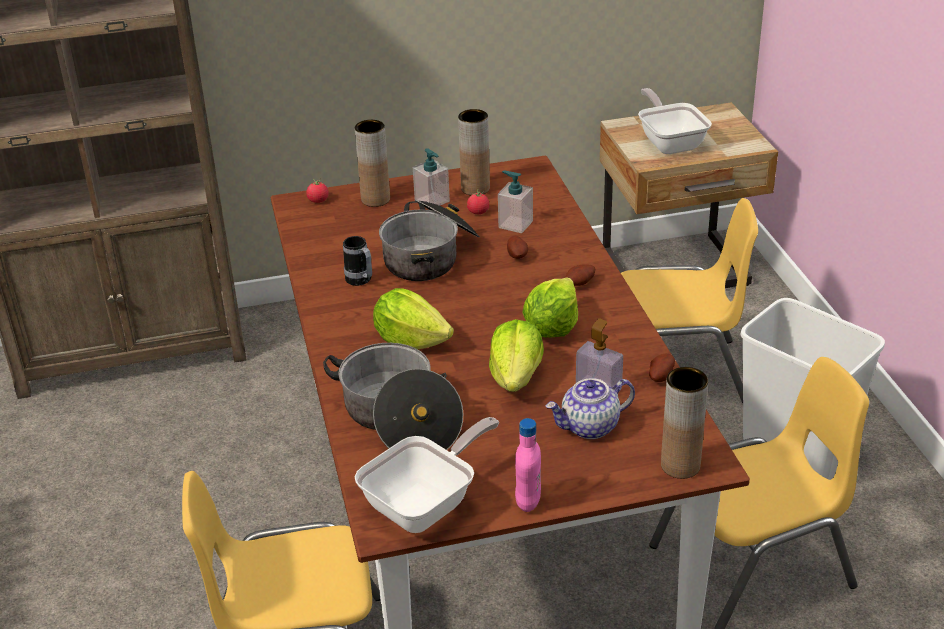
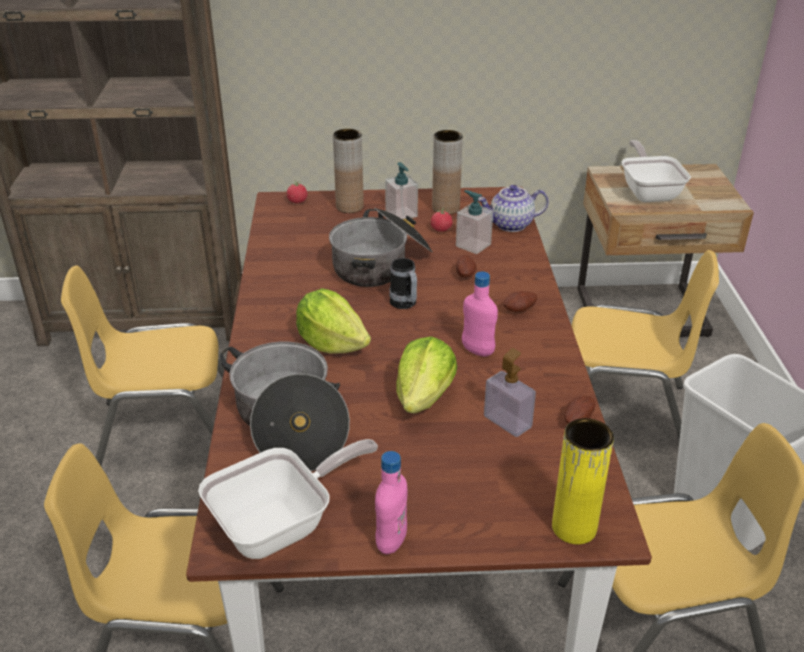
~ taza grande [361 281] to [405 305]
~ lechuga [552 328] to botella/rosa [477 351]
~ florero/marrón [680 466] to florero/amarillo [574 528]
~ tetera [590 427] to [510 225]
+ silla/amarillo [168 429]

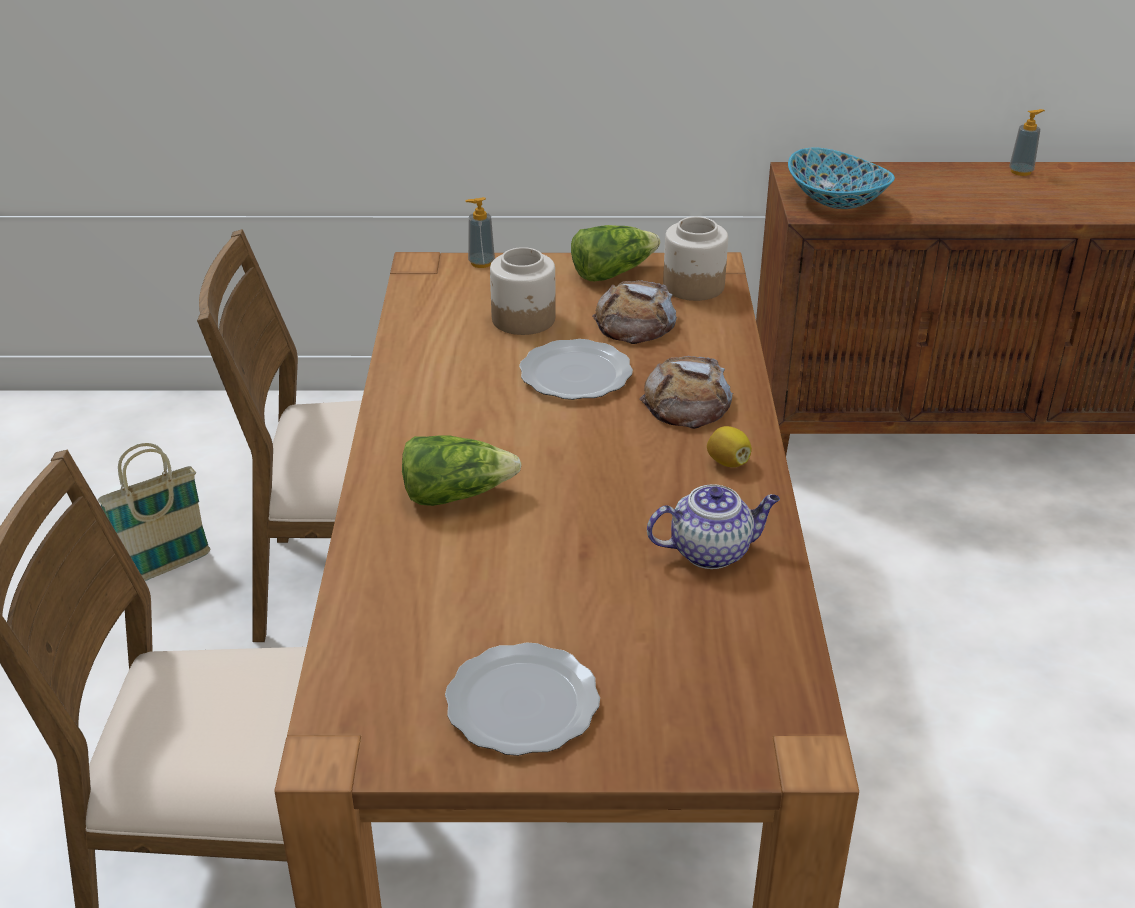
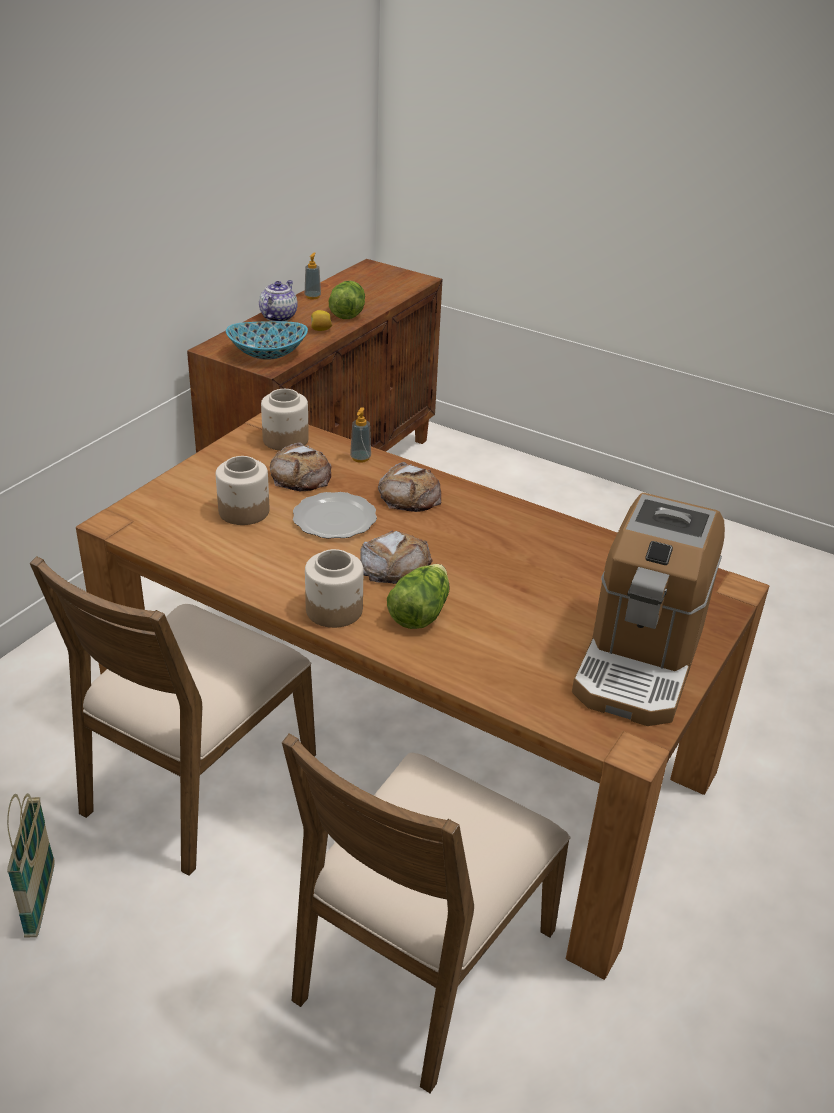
~ dispensador de jabón [481 263] to [360 458]
~ lechuga [612 272] to [347 312]
~ limón [728 462] to [320 330]
~ tetera [712 551] to [278 316]
~ plato [524 704] to cafetera [639 660]
+ pan [395 566]
+ tarro [335 610]

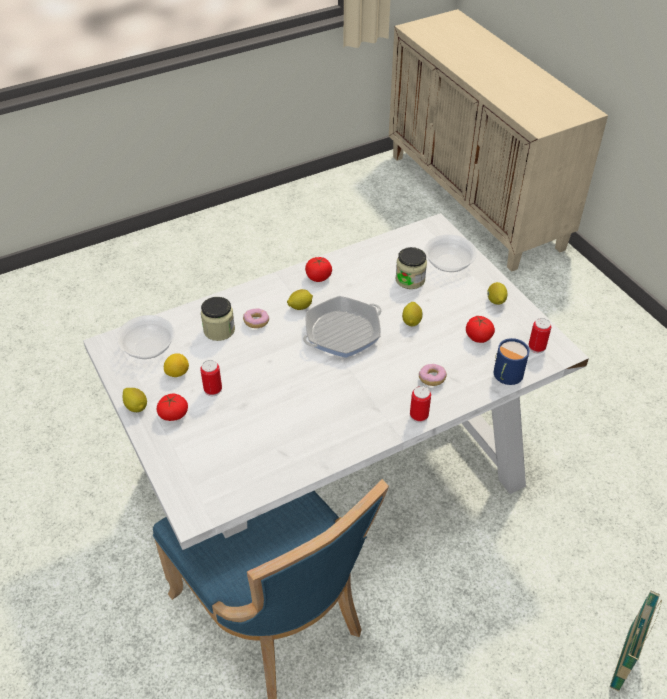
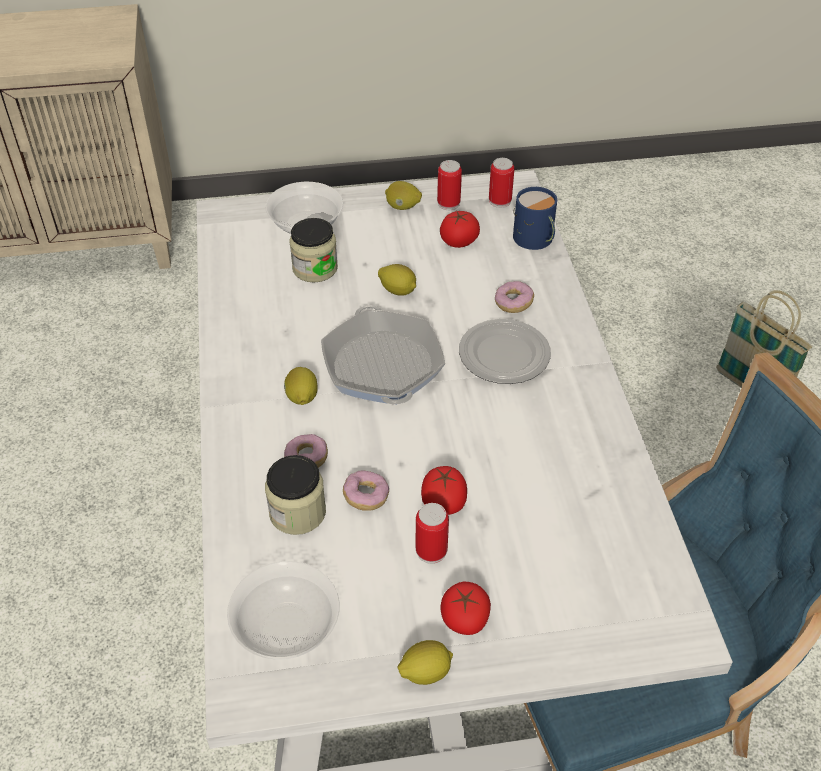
~ tomate [318 277] to [443 503]
- limón [177 373]
~ lata [419 415] to [448 203]
+ plato [504 354]
+ rosquilla [366 497]

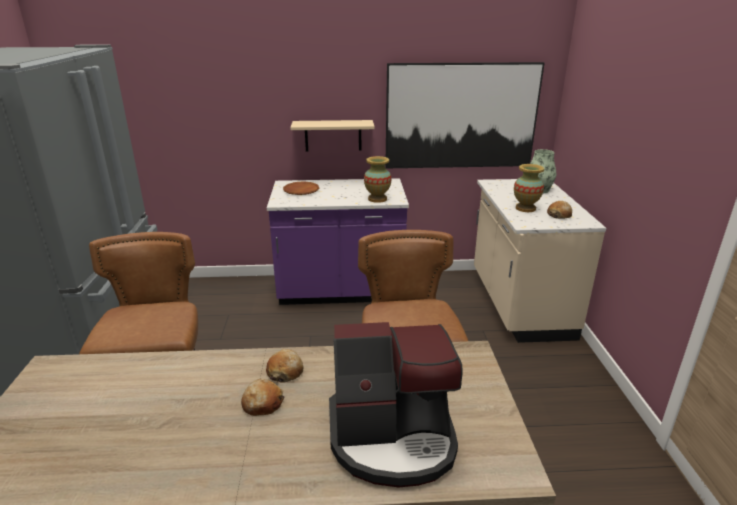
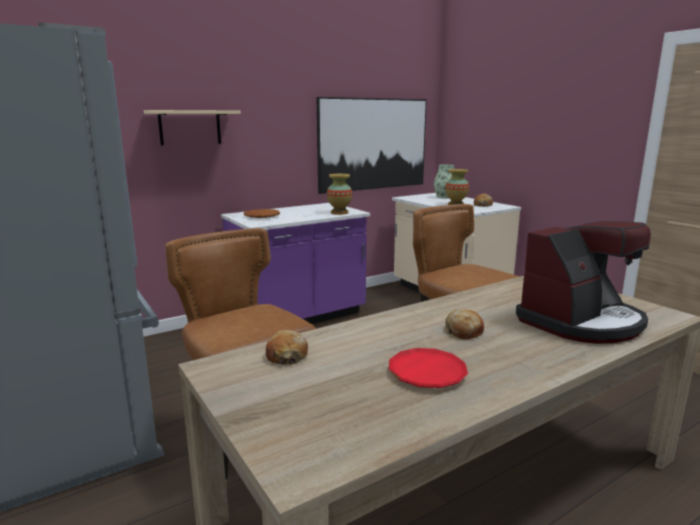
~ estante/beis [333 135] to [190 127]
~ pan [285 371] to [286 356]
+ plato/rojo [427 373]

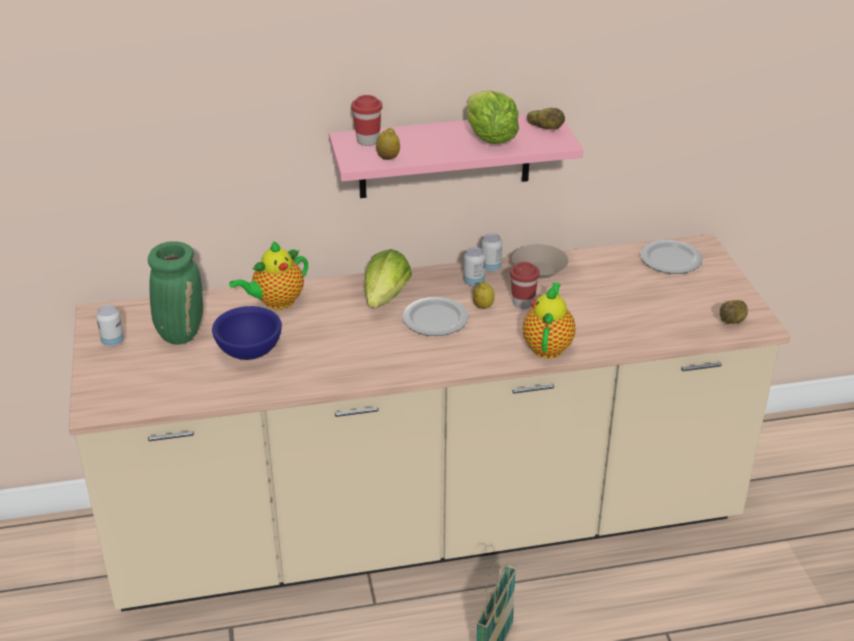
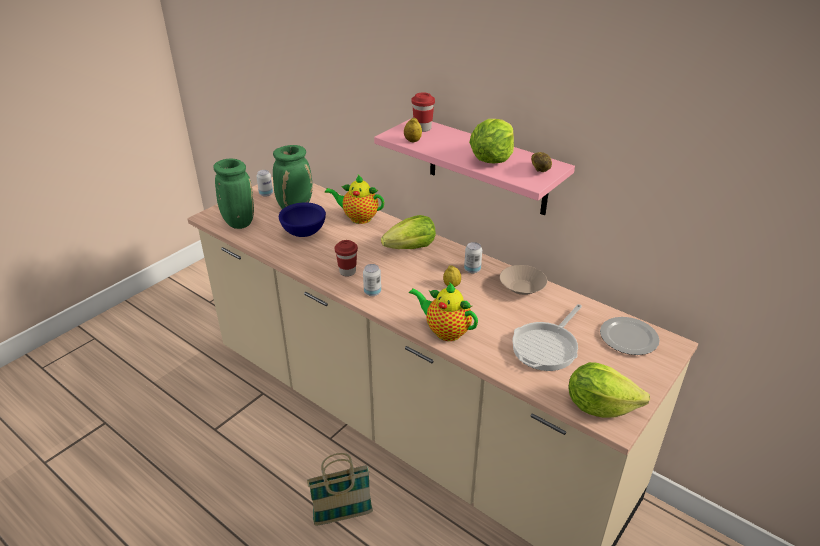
~ lata [490 268] to [372 292]
~ taza/rojo [523 303] to [347 272]
~ tetera [548 346] = [445 331] 120 degrees counterclockwise
- plato [435 320]
~ patata [733 321] to lechuga [599 406]
+ florero/verde [238 222]
+ sartén [547 347]

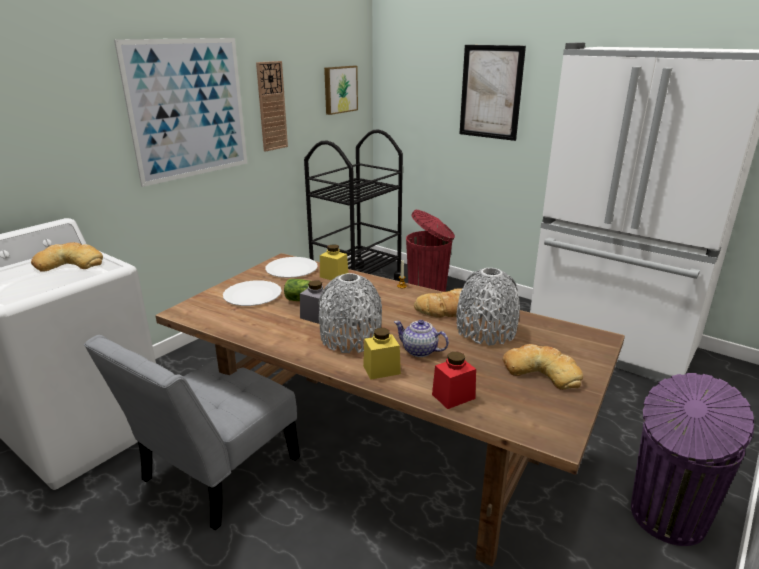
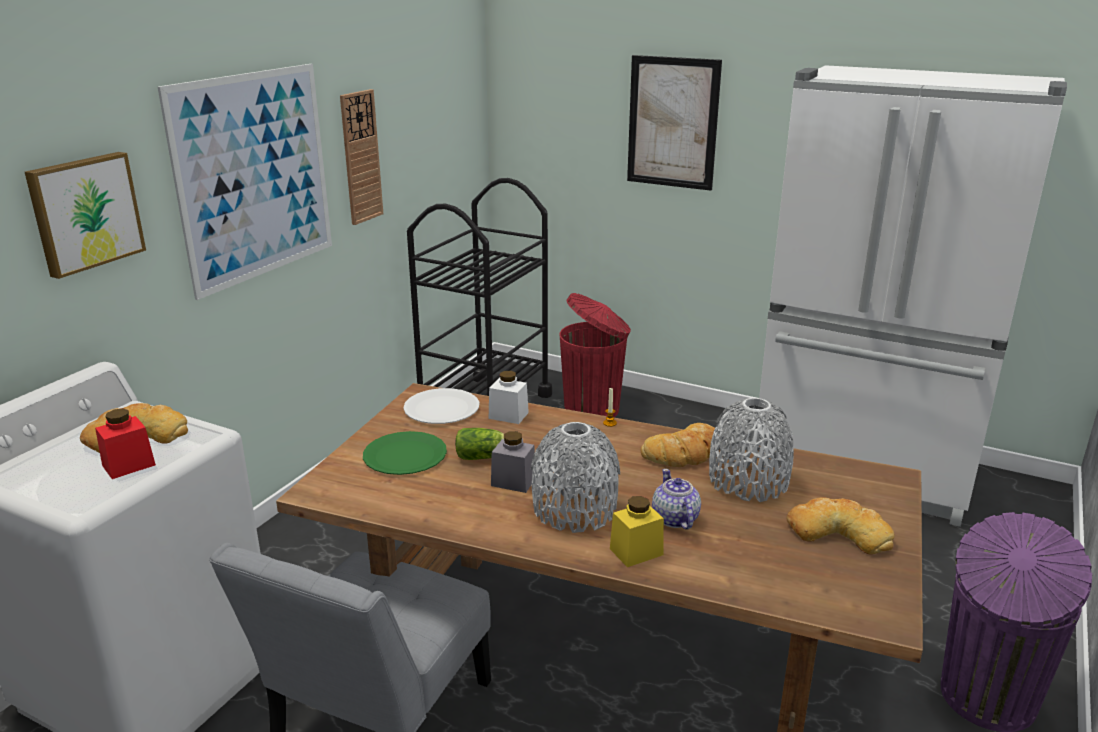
~ cuadro [339 89] to [85 212]
~ tarro/amarillo [334 276] to tarro/blanco [508 415]
~ plato/blanco [252 295] to plato/verde [405 455]
~ tetera [420 351] = [674 519] 60 degrees clockwise
~ tarro/rojo [453 396] to [129 465]

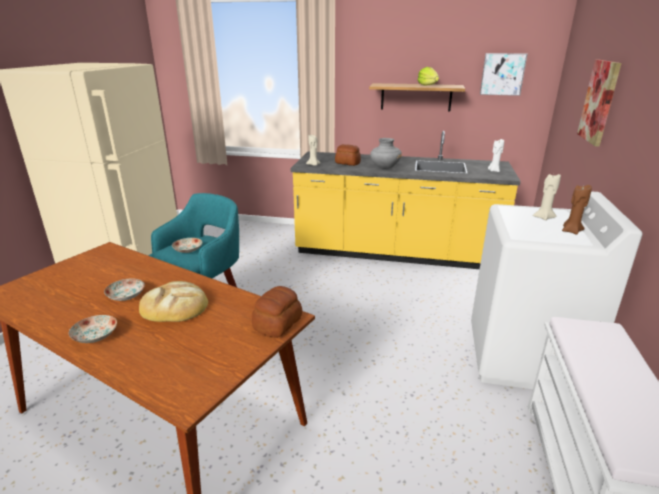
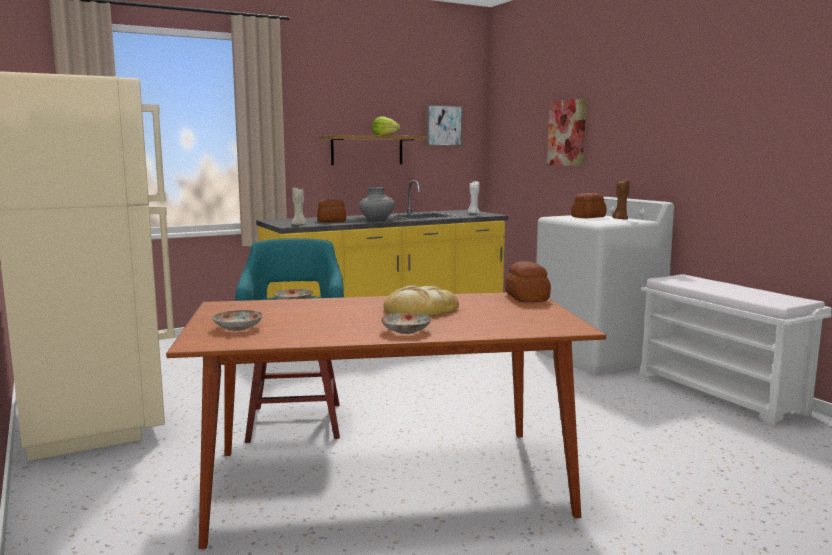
~ vela/beis [543 217] to pan [589 217]
~ plato [127 296] to [239 328]

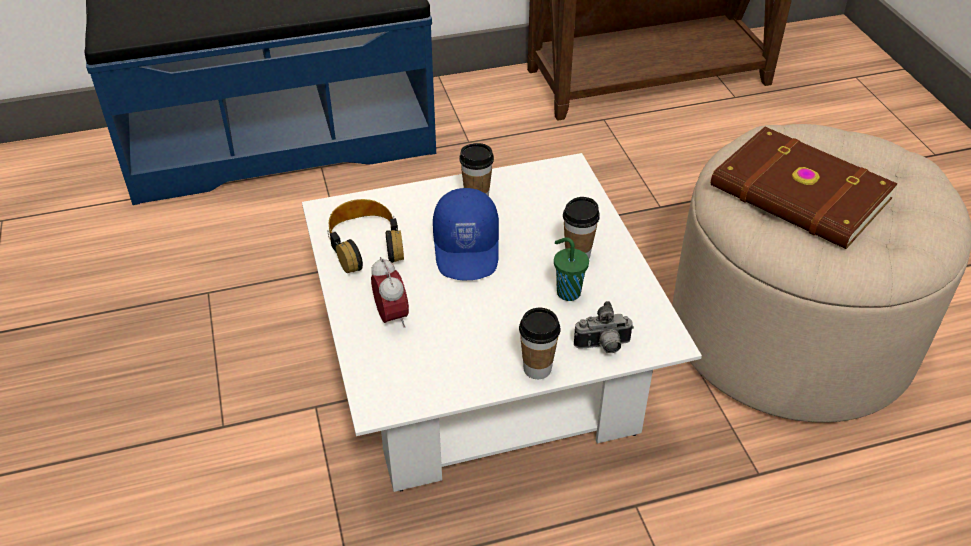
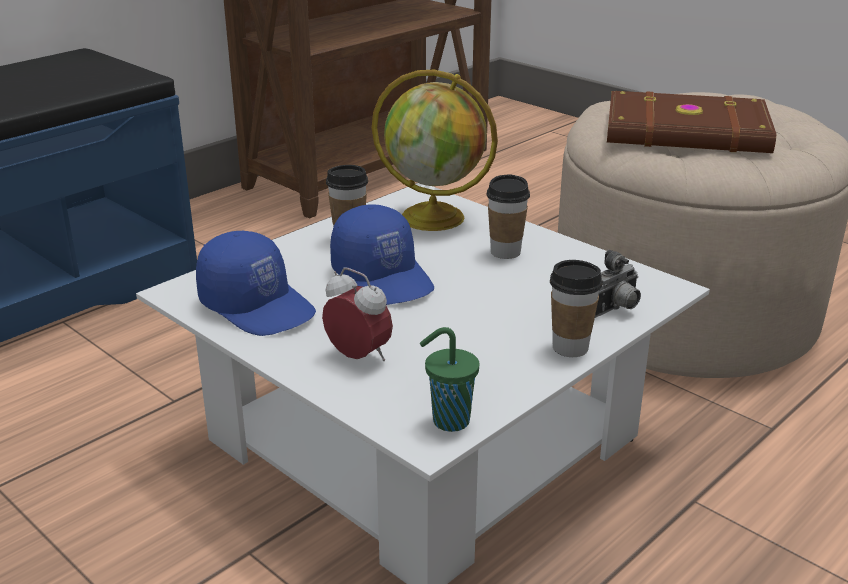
~ auriculares [365 244] to gorra/azul [258 306]
~ taza/verde [567 292] to [448 421]
+ globo terráqueo [435 217]

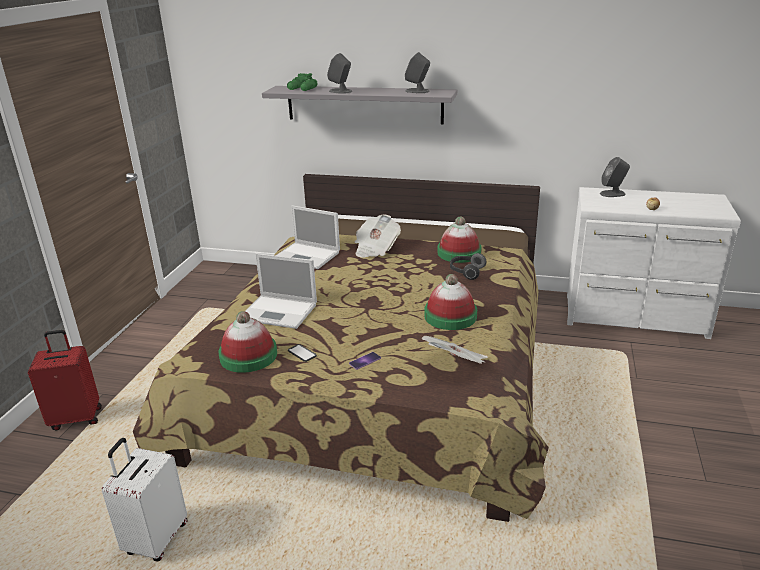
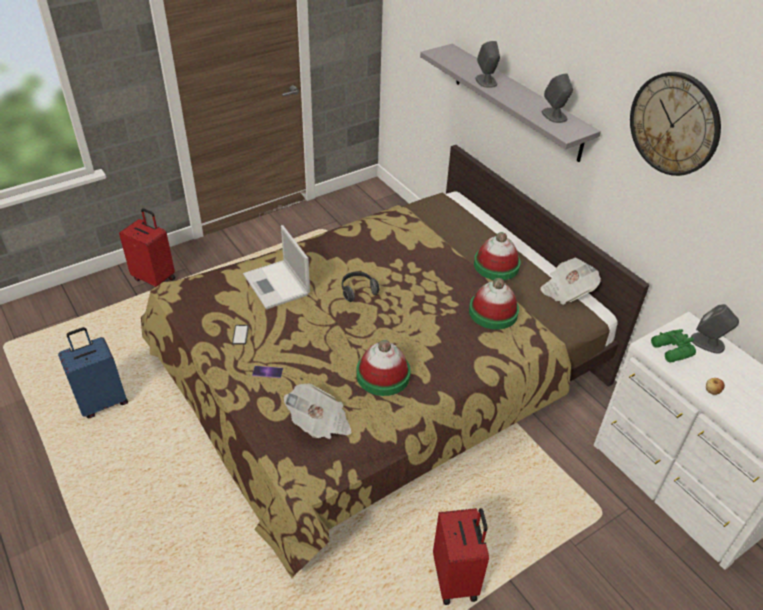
~ prismáticos/verde [302 89] to [671 351]
- portátil [308 256]
~ periódico [375 249] to [567 290]
~ auriculares [466 272] to [358 291]
~ sombrero [248 356] to [496 265]
~ maleta/blanco [155 539] to maleta/azul [102 402]
+ reloj de pared [674 124]
+ maleta/rojo [456 578]

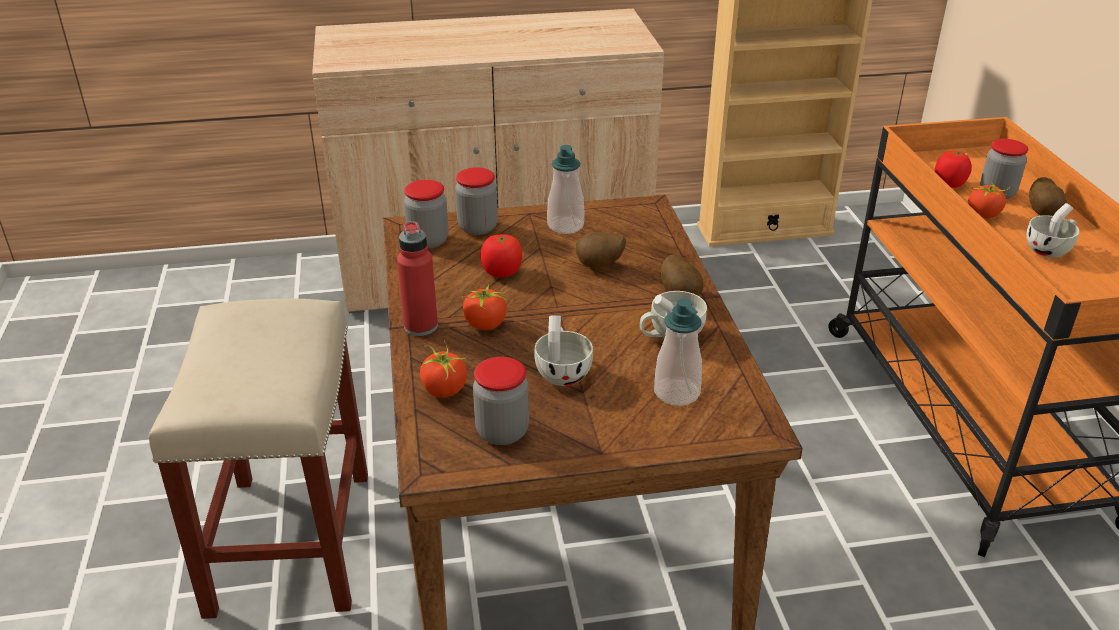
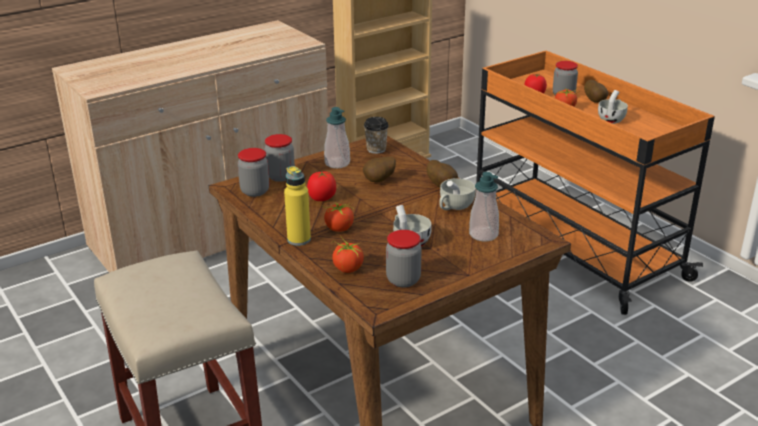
~ botella/rojo [421 326] to botella/amarillo [299 239]
+ taza [376 149]

